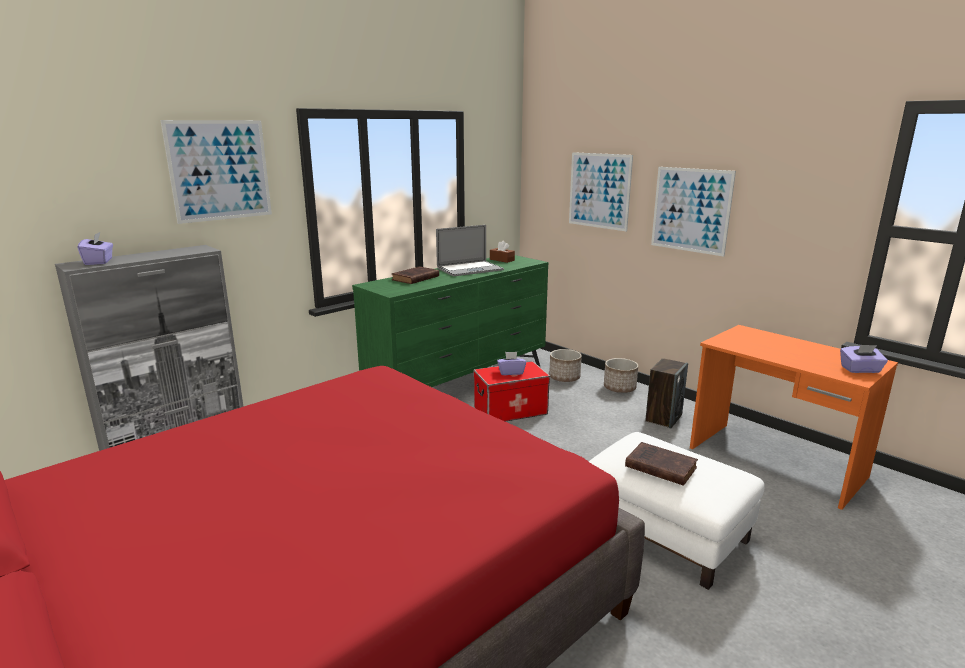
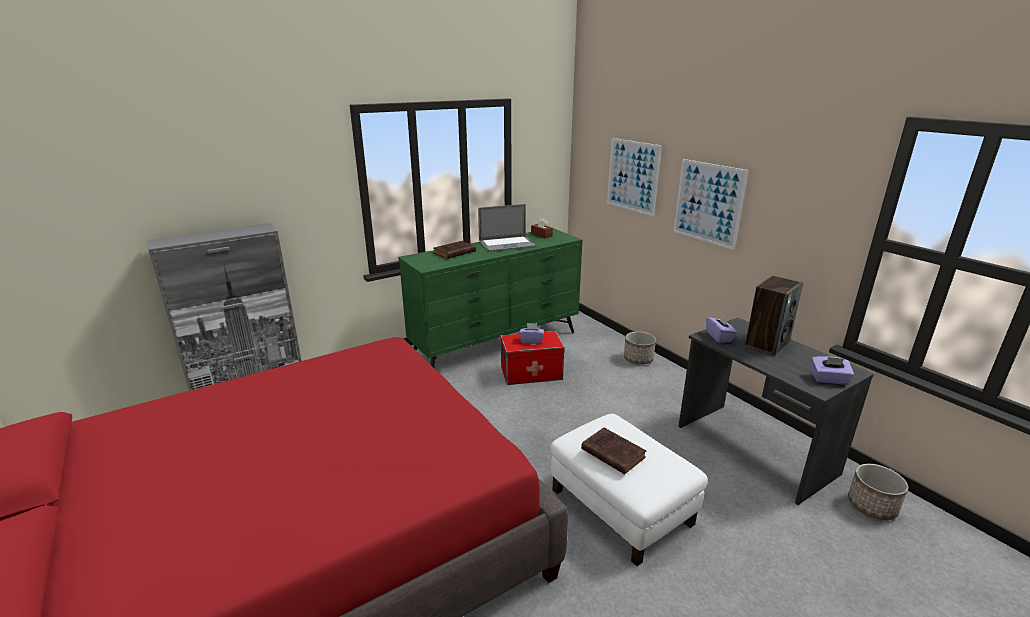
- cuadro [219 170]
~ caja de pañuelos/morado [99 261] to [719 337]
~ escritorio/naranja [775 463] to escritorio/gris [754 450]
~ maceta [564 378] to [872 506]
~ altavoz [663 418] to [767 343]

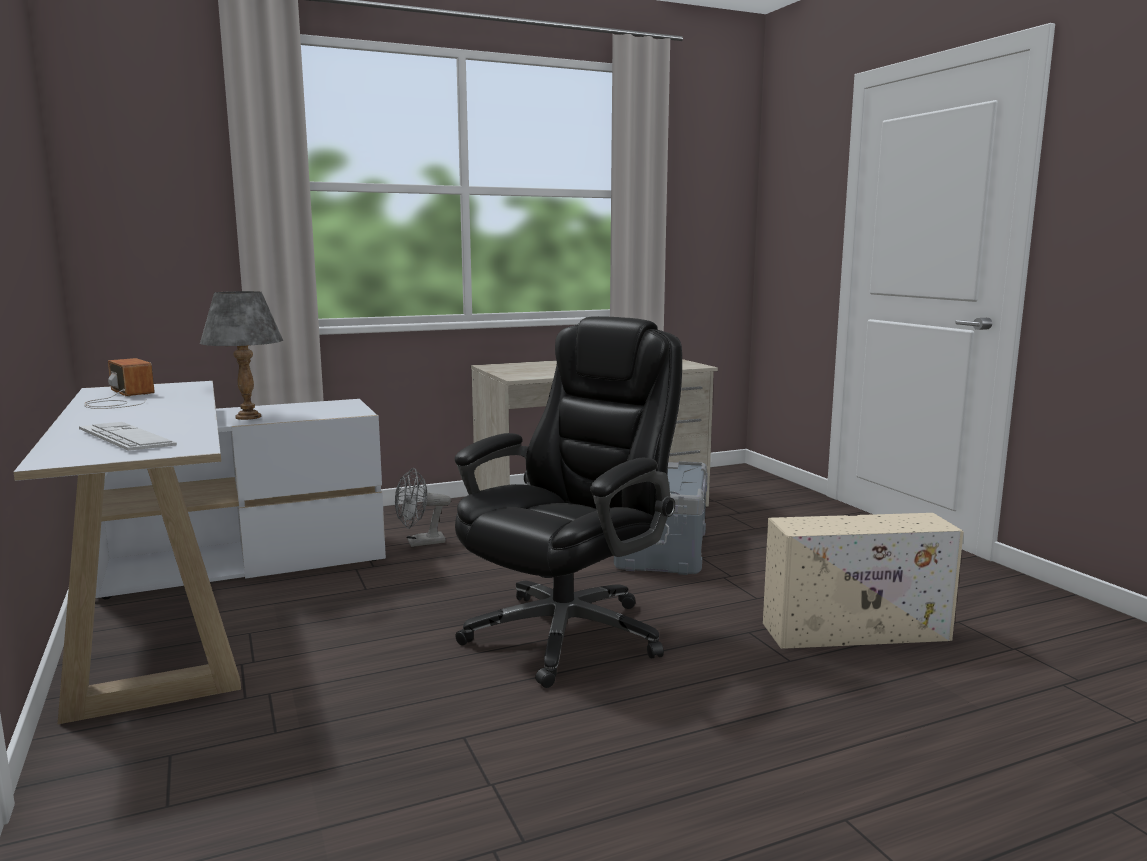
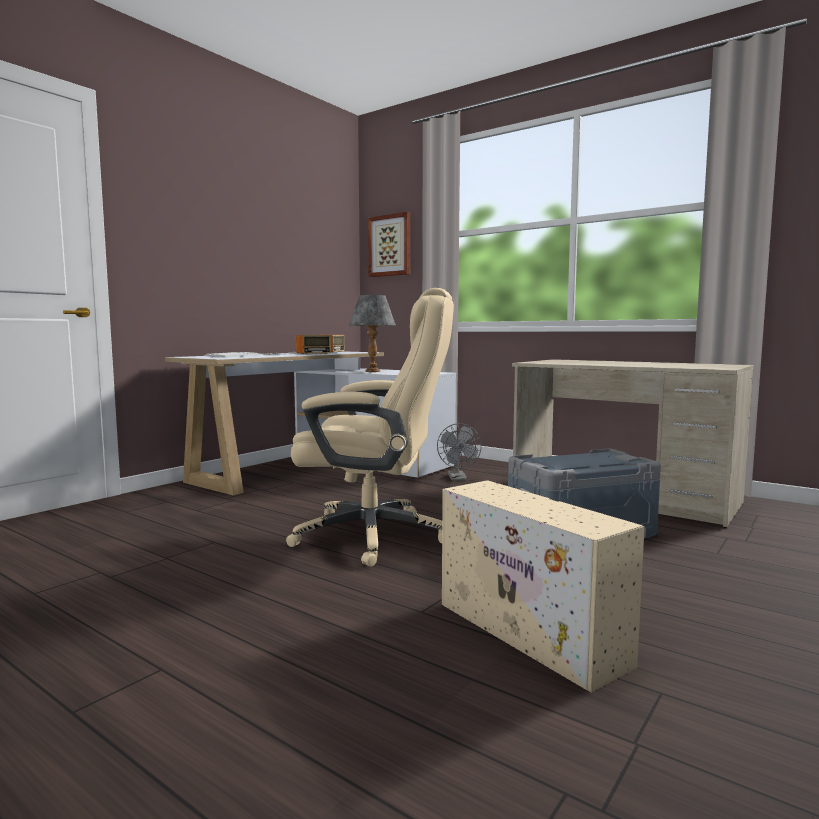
~ silla de oficina/negro [568 633] to silla de oficina/beis [375 536]
~ ventilador/gris [420 543] = [458 479] 135 degrees counterclockwise
+ cuadro [390 245]
+ radio [293 354]

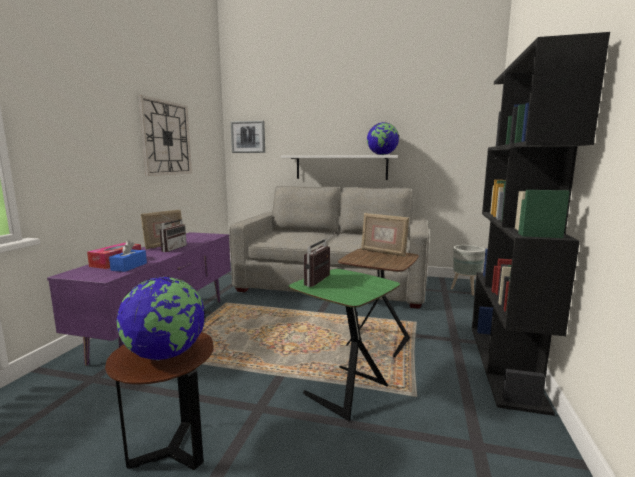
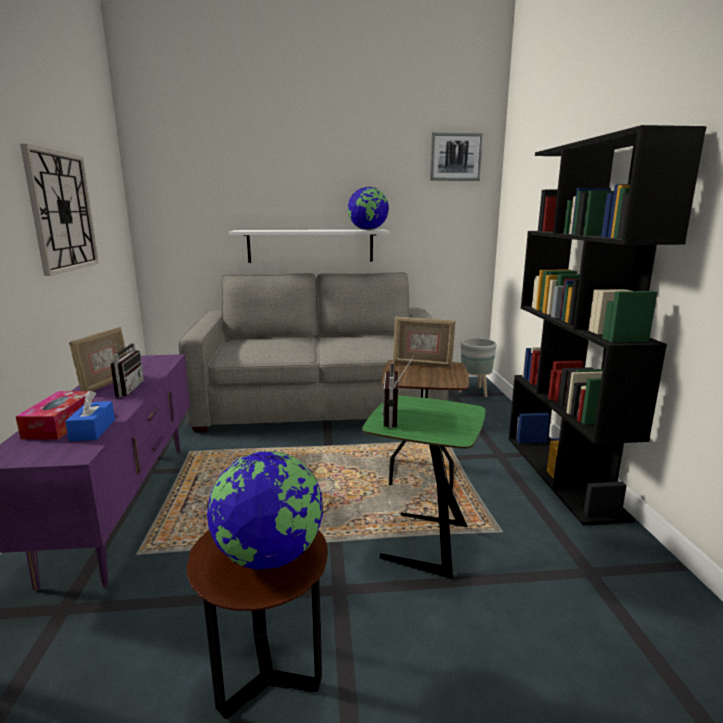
~ cuadro [248 137] to [455 157]

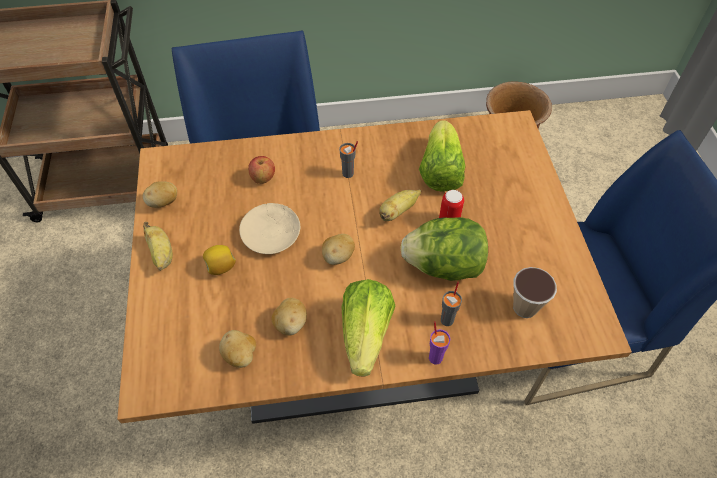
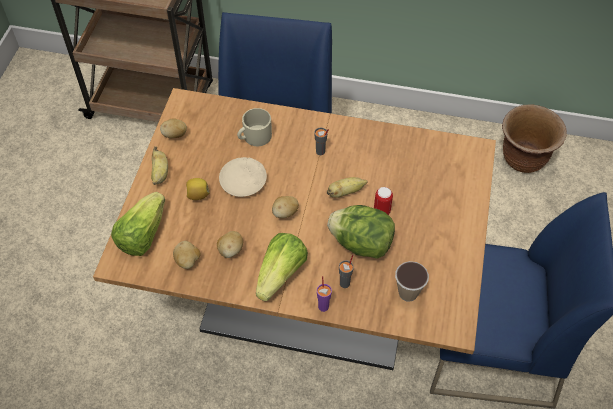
~ lechuga [440 171] to [142 235]
~ manzana [263 178] to taza grande/beis [254 137]

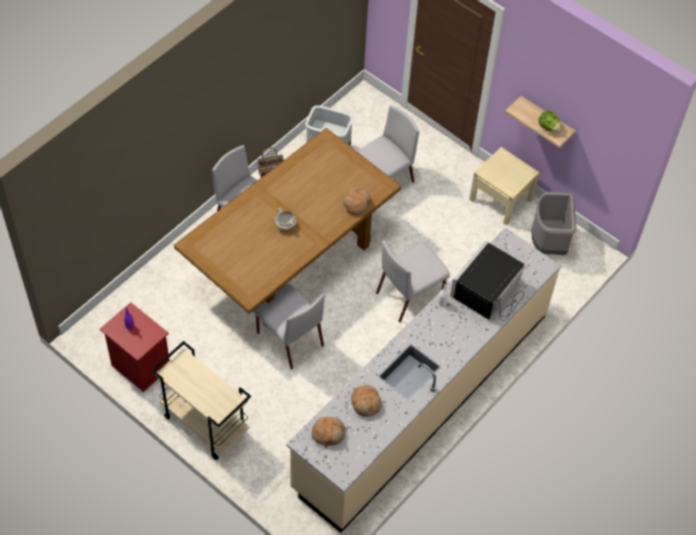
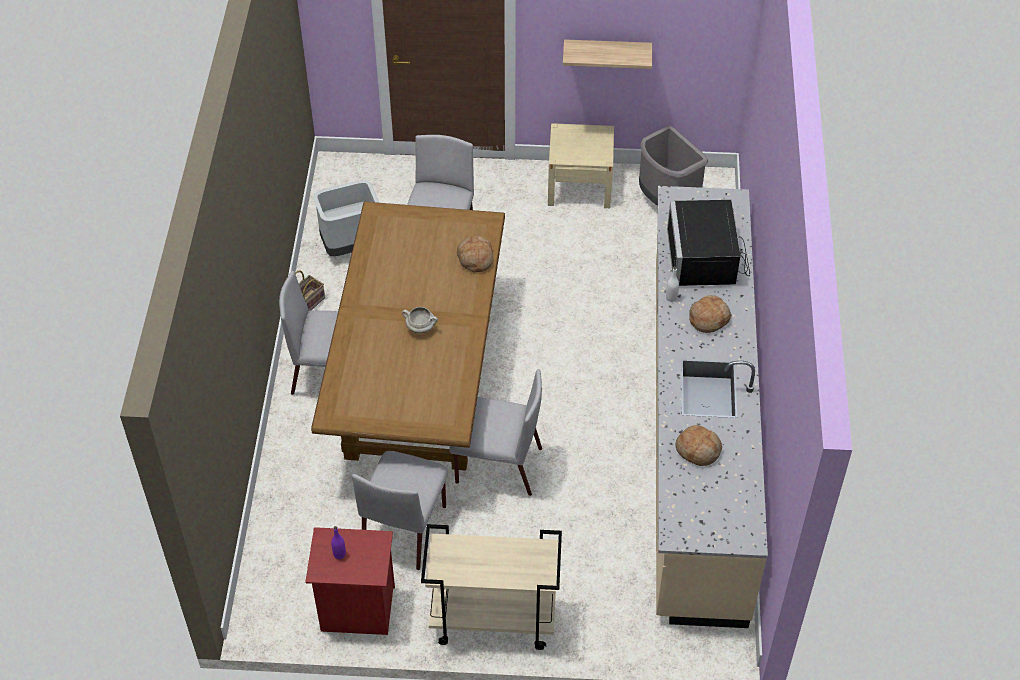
- lechuga [548 127]
~ silla/gris [410 294] to [405 528]
~ pan [328 433] to [709 318]

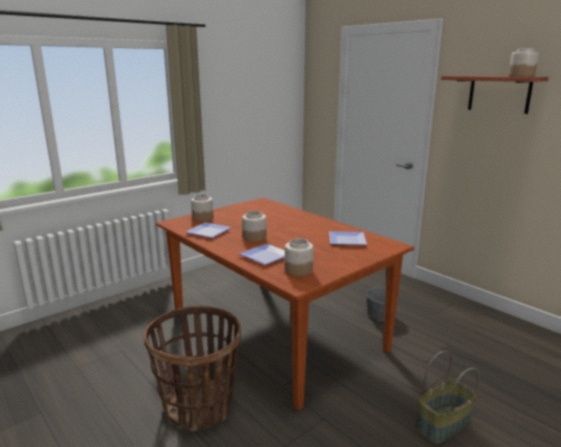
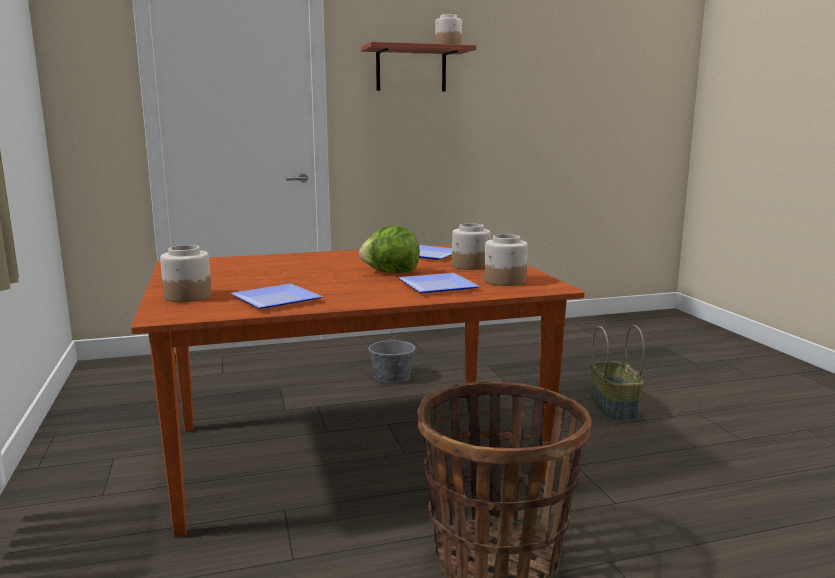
~ tarro [254 237] to [470 266]
+ lechuga [391 273]

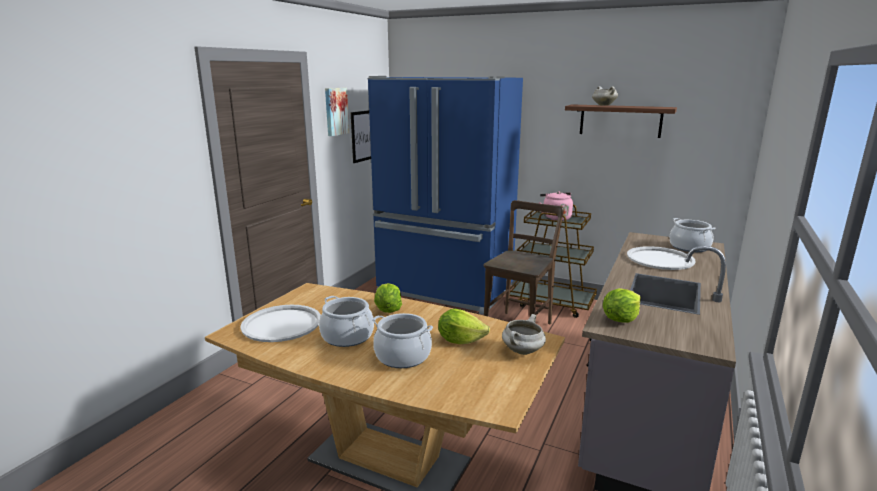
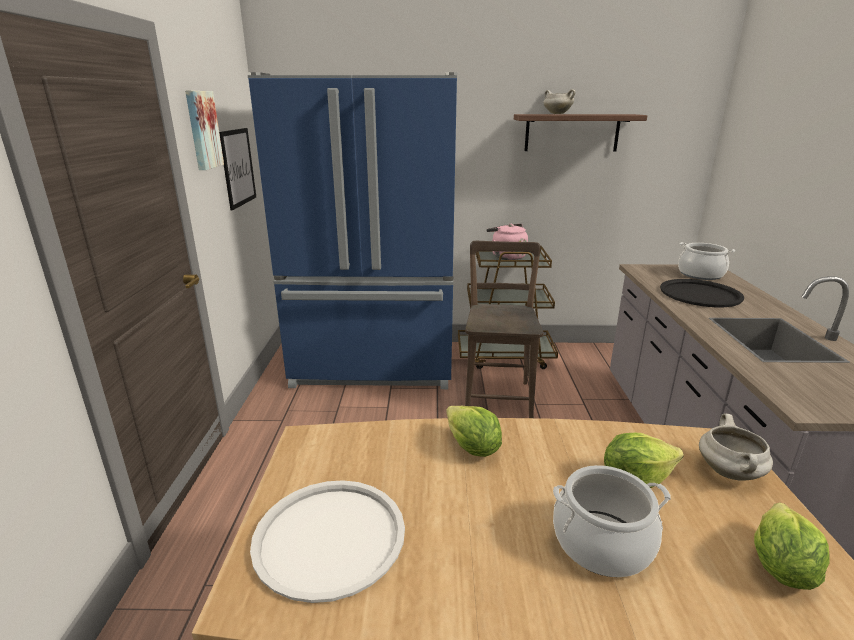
~ bandeja/blanco [660 259] to bandeja/negro [700 294]
~ lechuga [620 319] to [779 566]
- olla [347 336]

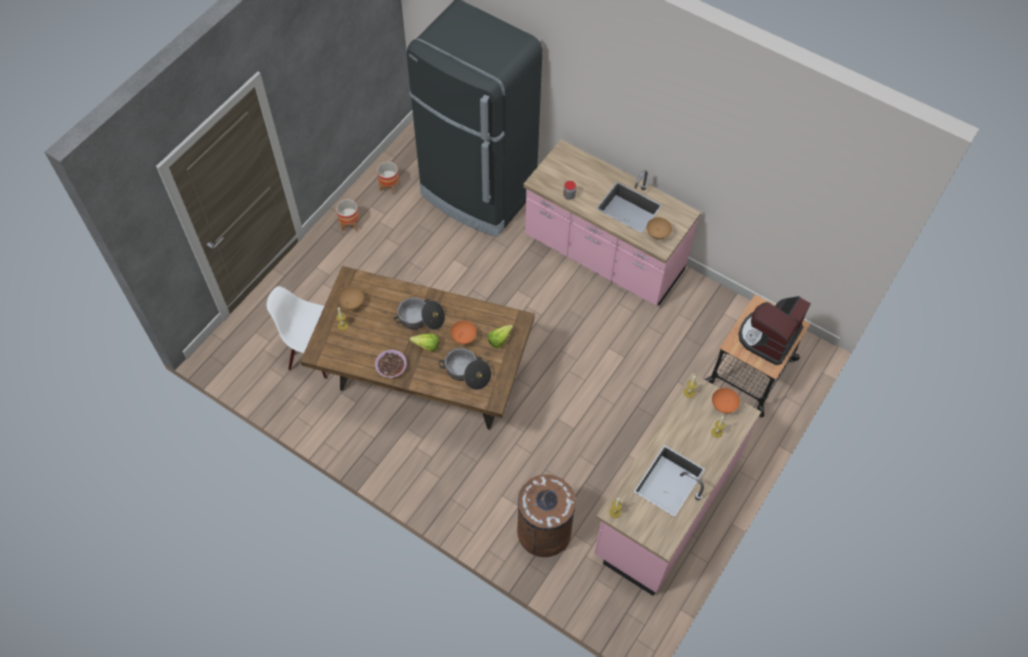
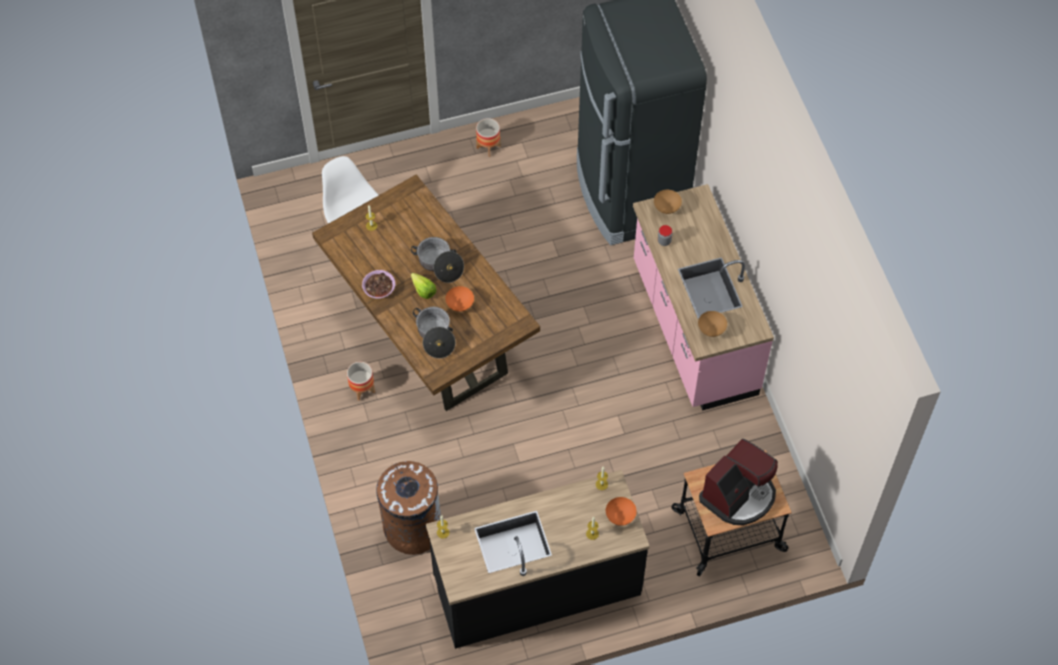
~ maceta [389 187] to [362 389]
~ cuenco/marrón [351 304] to [666 208]
~ cafetera [768 337] = [738 495] 150 degrees clockwise
- lechuga [502 339]
~ mueble bajo de cocina/rosa [665 506] to mueble bajo de cocina/negro [536 585]

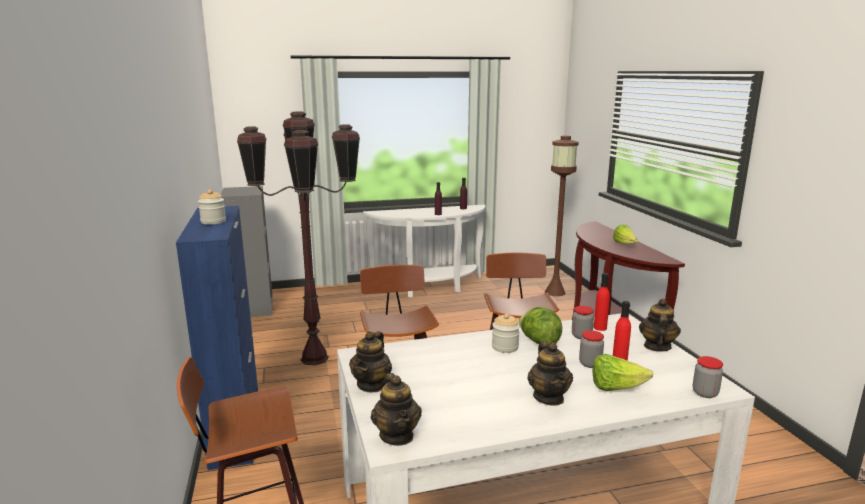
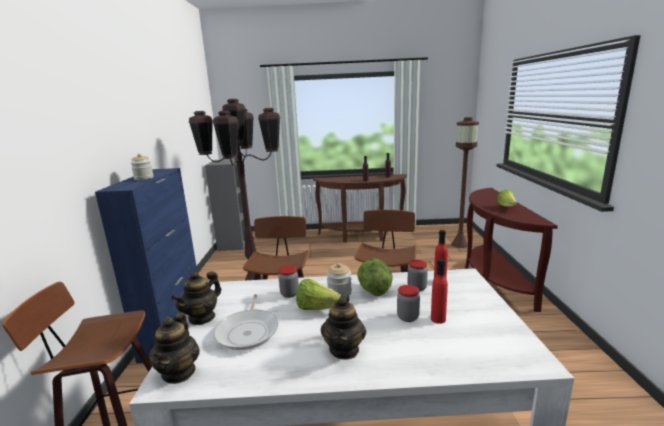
~ mesa consola/blanco [429 288] to mesa consola/marrón [361 236]
- tetera [656 346]
~ lechuga [615 388] to [317 308]
~ tarro [705 393] to [289 294]
+ sartén [248 331]

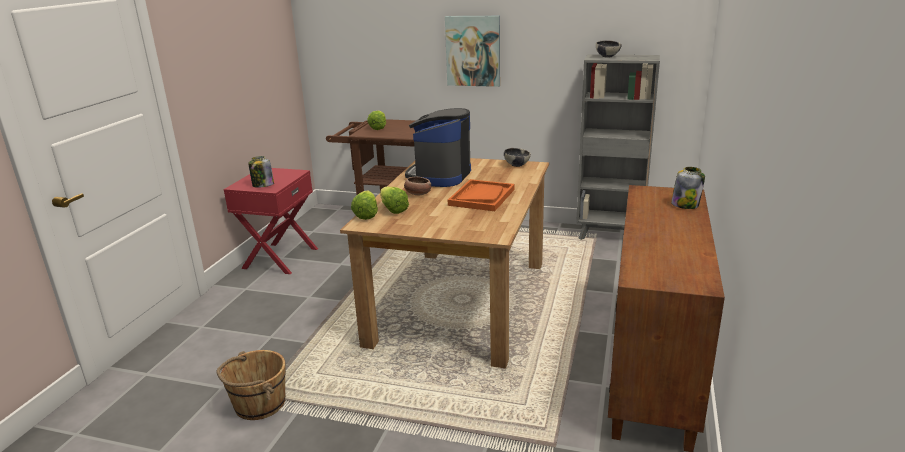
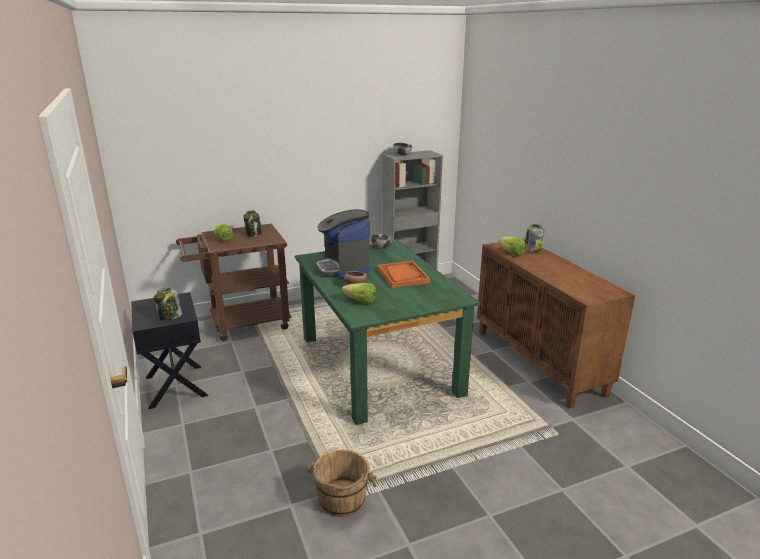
- cuadro [473 51]
~ mesa de comedor/marrón [461 302] to mesa de comedor/verde [380 365]
~ mesita de noche/rojo [279 258] to mesita de noche/negro [175 386]
~ lechuga [368 213] to [510 252]
+ tarro [254 234]

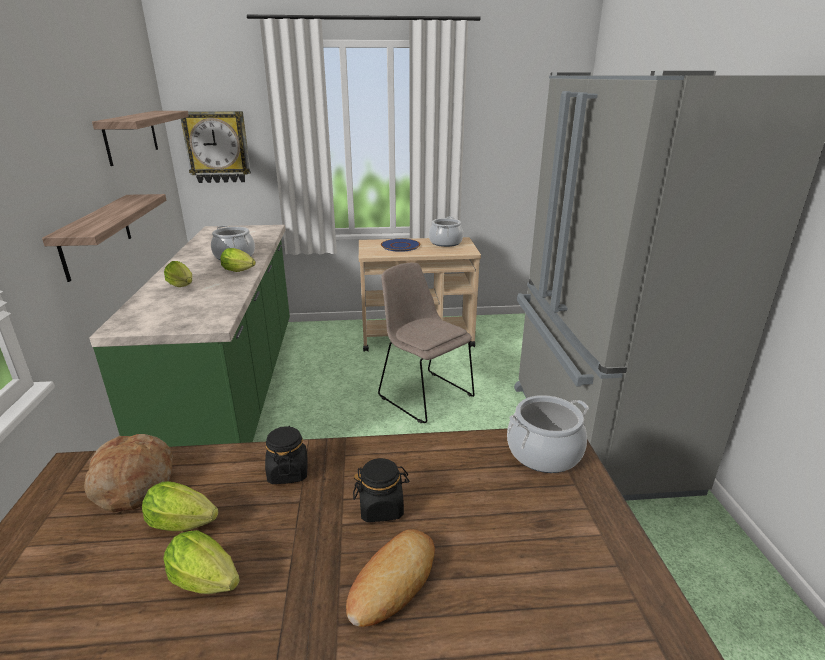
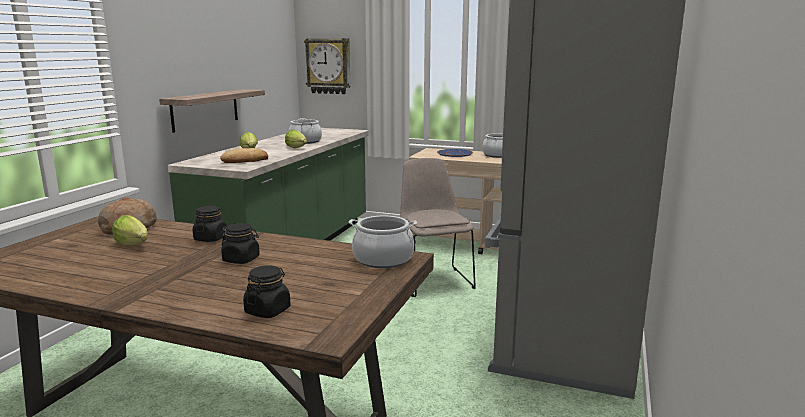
- estante [131 136]
~ pan [392 581] to [245 160]
- lechuga [209 583]
+ tarro/negro [268 310]

